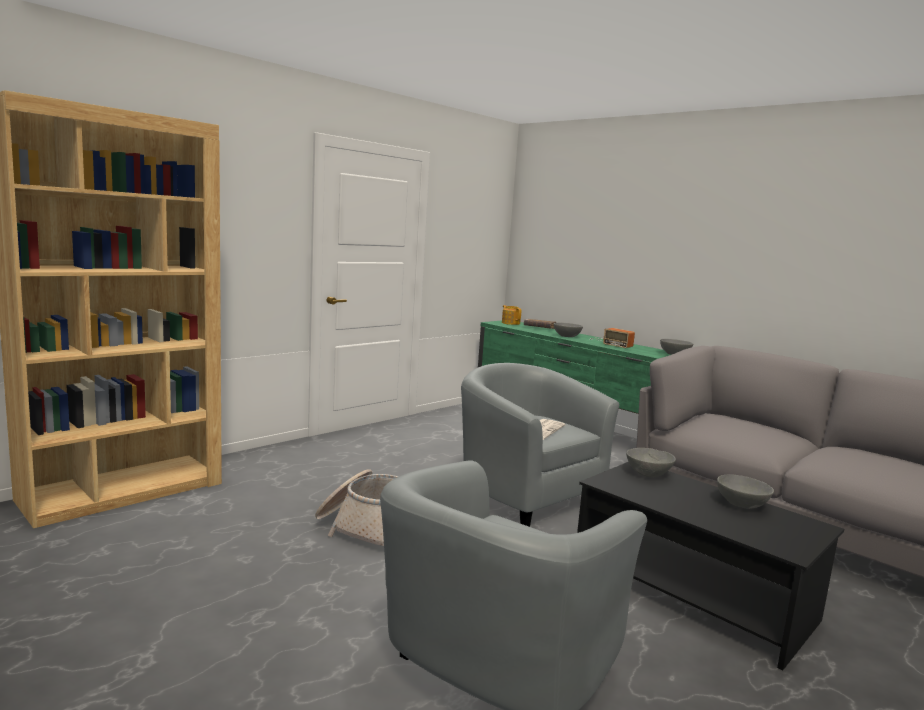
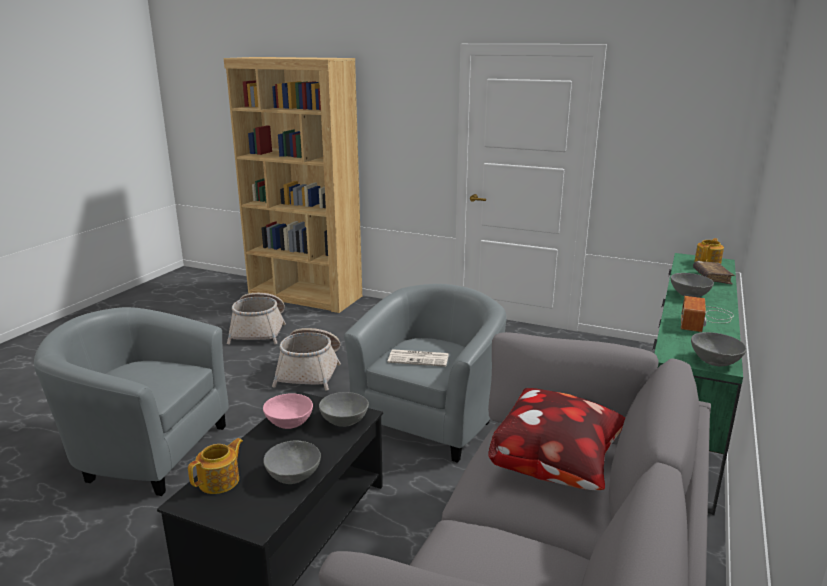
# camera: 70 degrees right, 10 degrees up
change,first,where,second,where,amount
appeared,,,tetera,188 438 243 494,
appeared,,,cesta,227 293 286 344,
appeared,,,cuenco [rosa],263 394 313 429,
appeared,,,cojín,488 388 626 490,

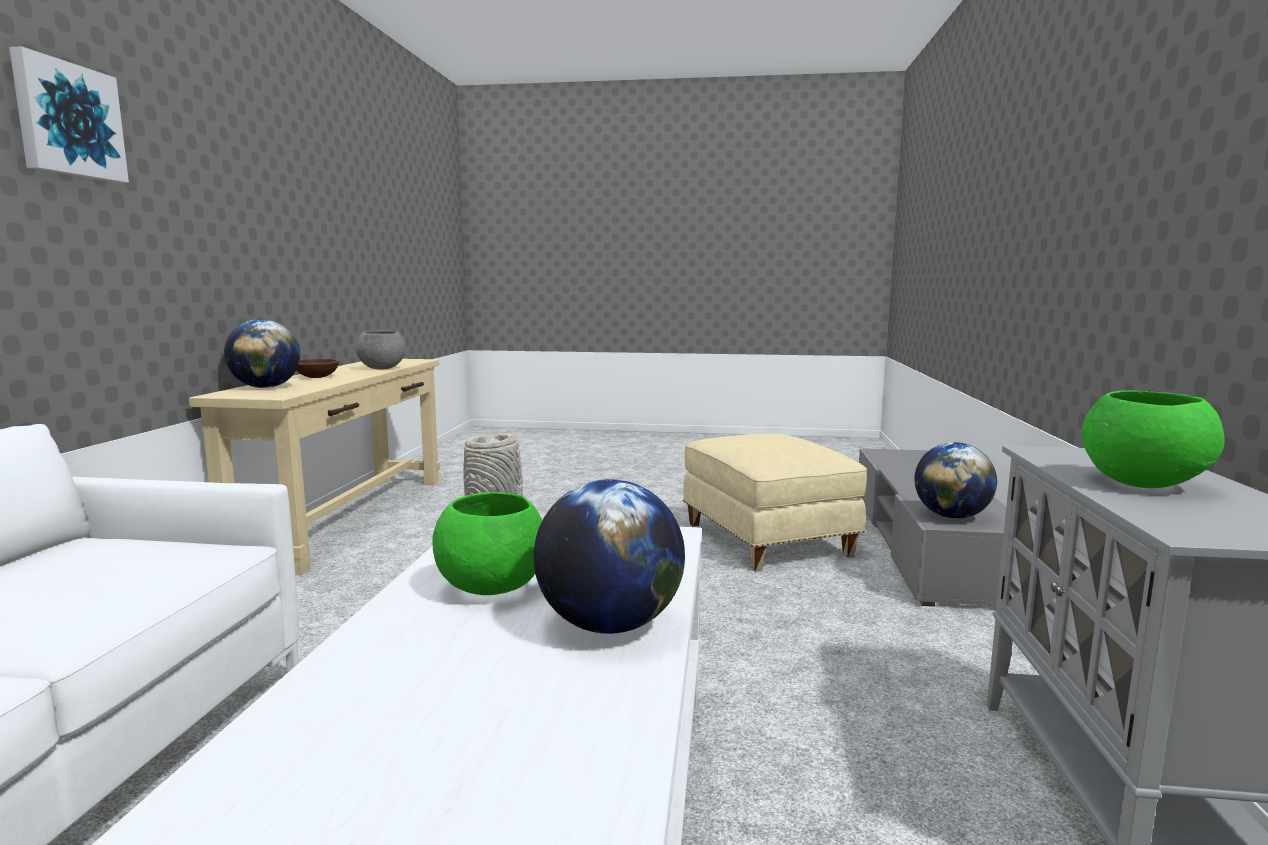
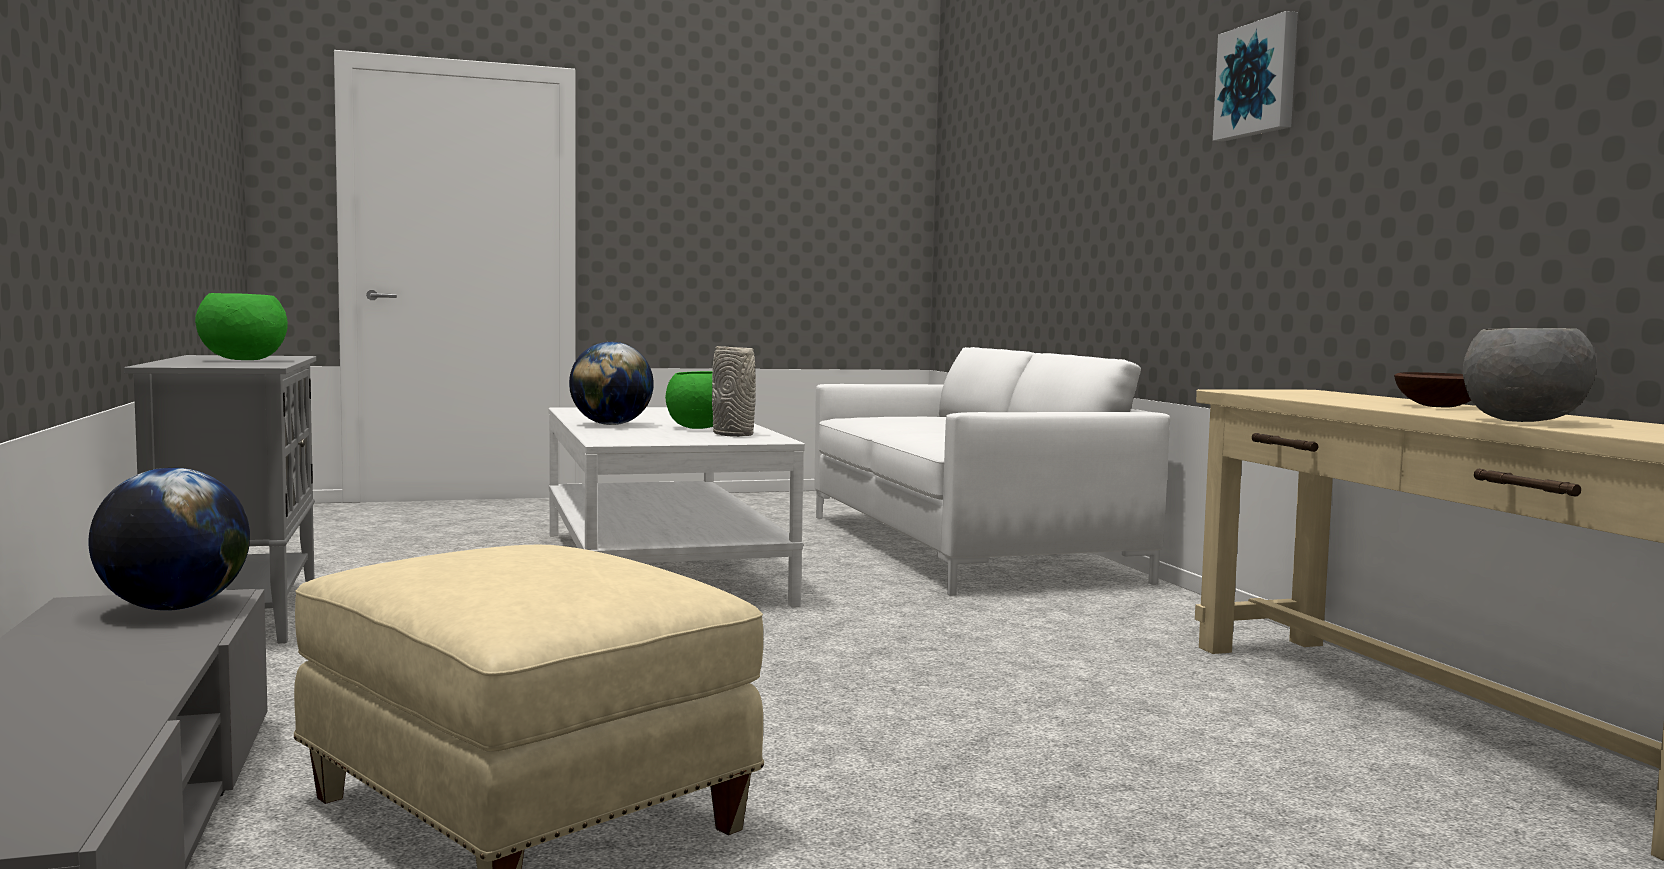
# camera: 155 degrees right, 5 degrees down
change,first,where,second,where,amount
missing,globo terráqueo,224 319 300 388,,,

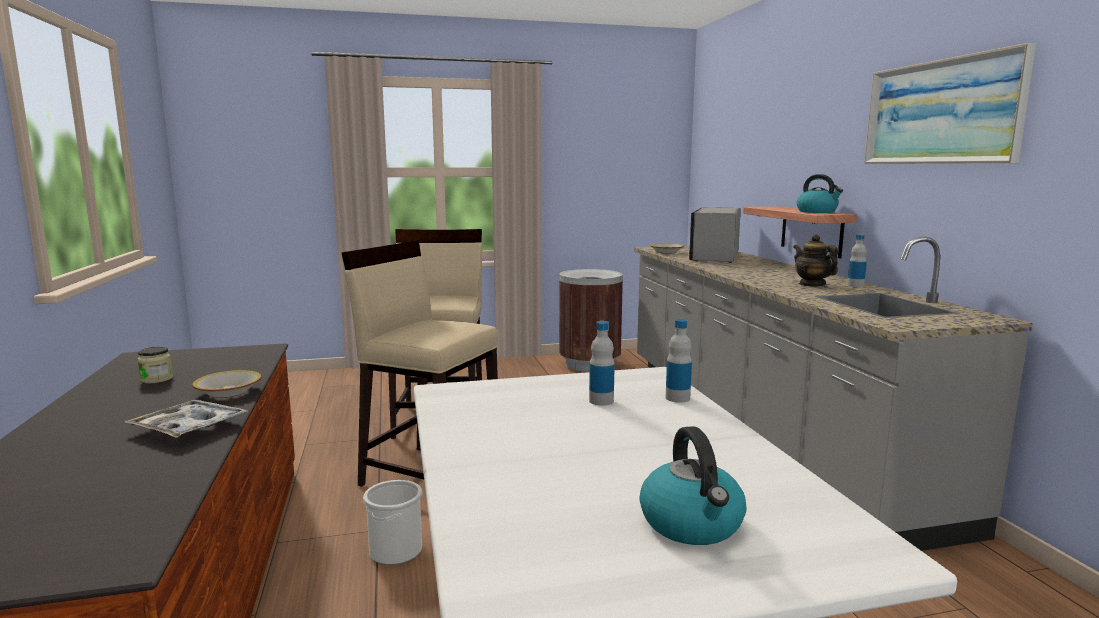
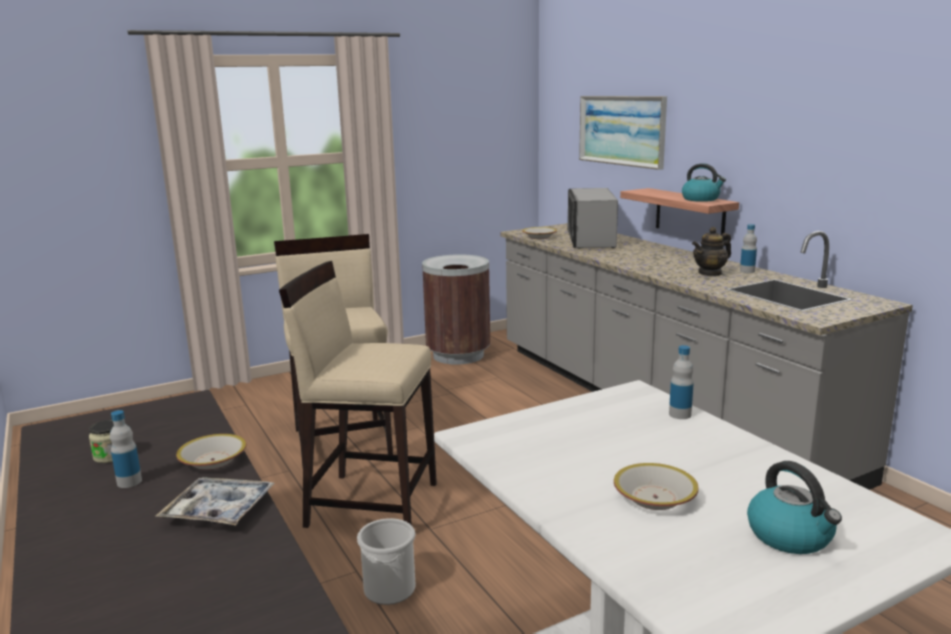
# camera: 15 degrees left, 5 degrees up
change,first,where,second,where,amount
relocated,botella,589 321 615 406,,110 410 142 488,
spun,tetera,793 234 838 286,,692 227 731 276,75 degrees counterclockwise
relocated,cuadro,864 43 1036 164,,579 96 667 170,
appeared,,,cuenco,614 463 699 510,

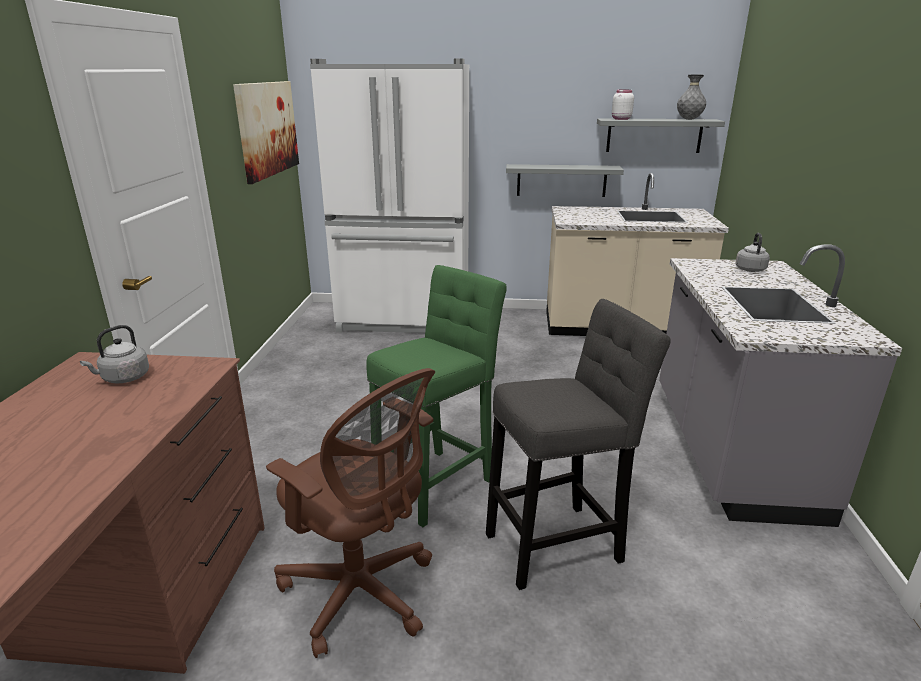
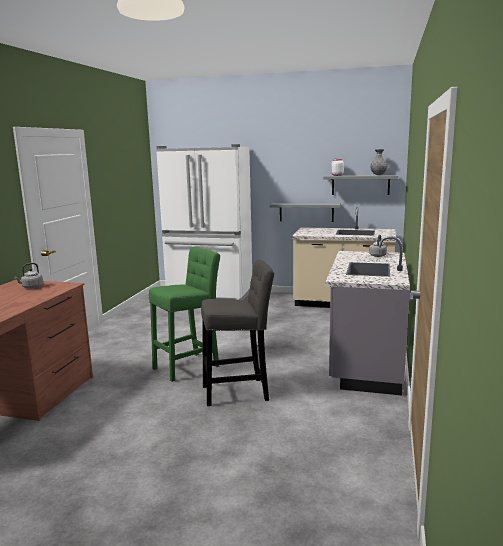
# camera: 10 degrees right, 10 degrees down
change,first,where,second,where,amount
missing,cuadro,233 81 299 184,,,
missing,silla de oficina [marrón],266 368 435 658,,,

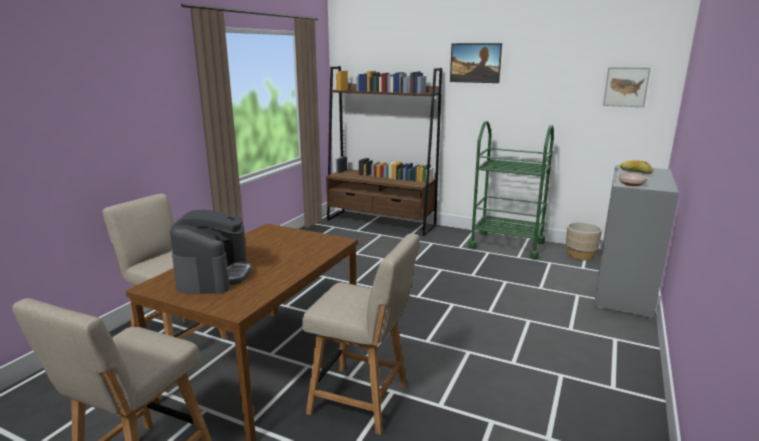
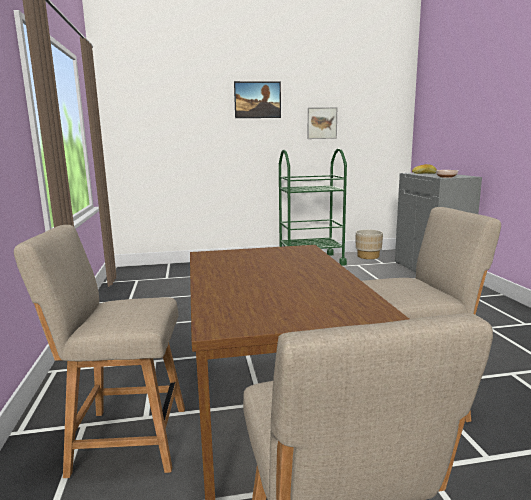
# camera: 35 degrees left, 5 degrees down
change,first,where,second,where,amount
missing,cafetera,170 210 252 294,,,
missing,estantería [marrón],326 66 442 236,,,
relocated,cuadro,603 67 651 107,,308 107 337 139,

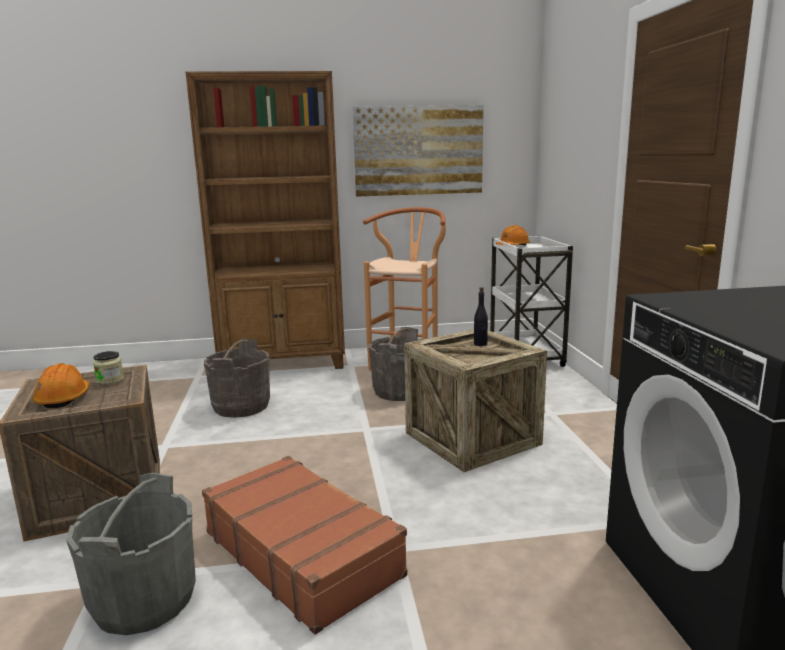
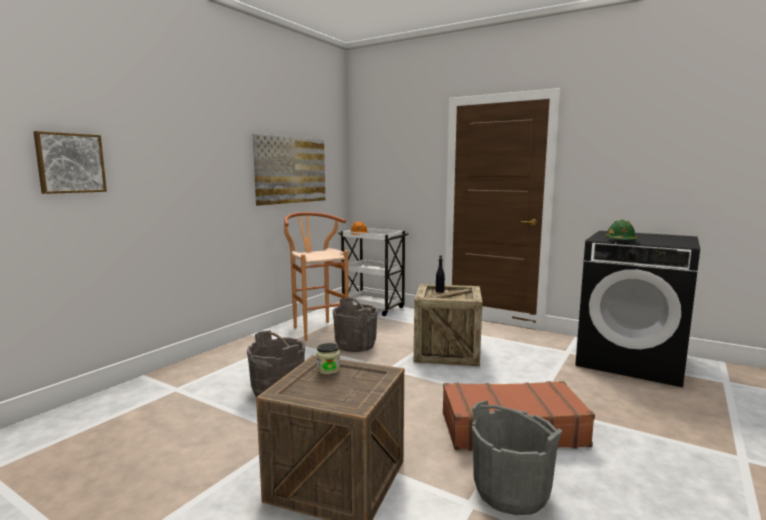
# camera: 50 degrees left, 5 degrees down
change,first,where,second,where,amount
missing,casco [naranja],32 363 89 408,,,
missing,estantería [marrón],186 71 345 369,,,
appeared,,,cuadro,34 131 107 194,
appeared,,,casco [verde],605 220 637 240,

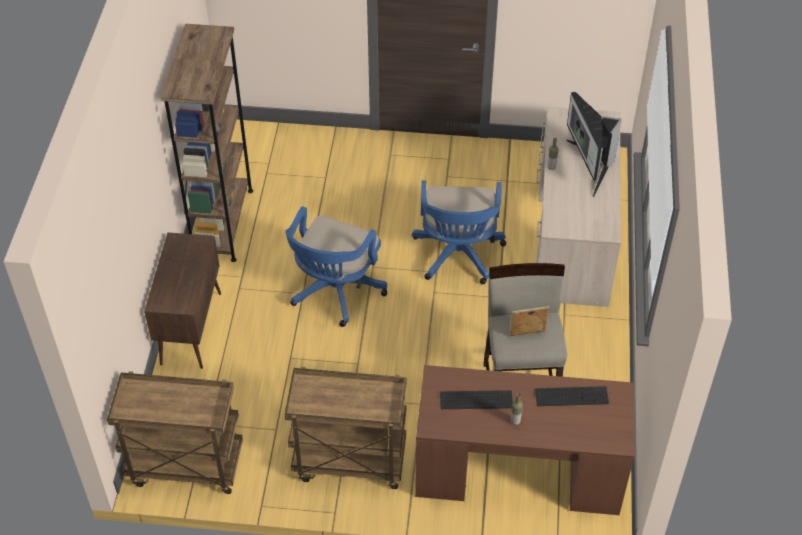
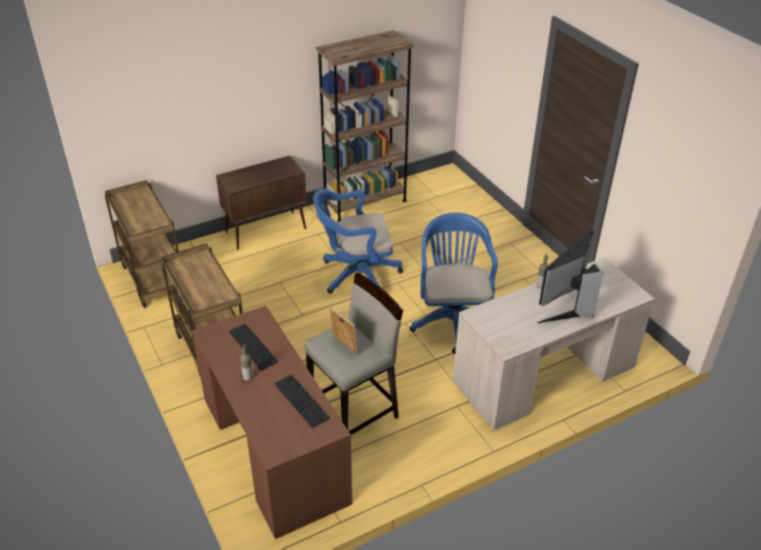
# camera: 55 degrees right, 10 degrees down
change,first,where,second,where,amount
spun,silla de oficina [azul],412 180 506 284,,410 213 498 354,120 degrees clockwise

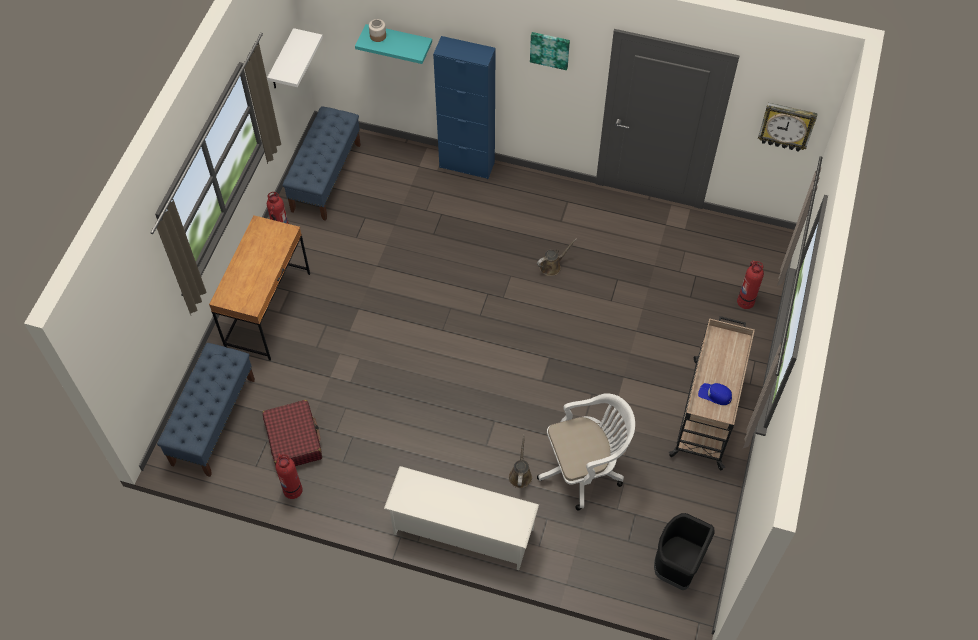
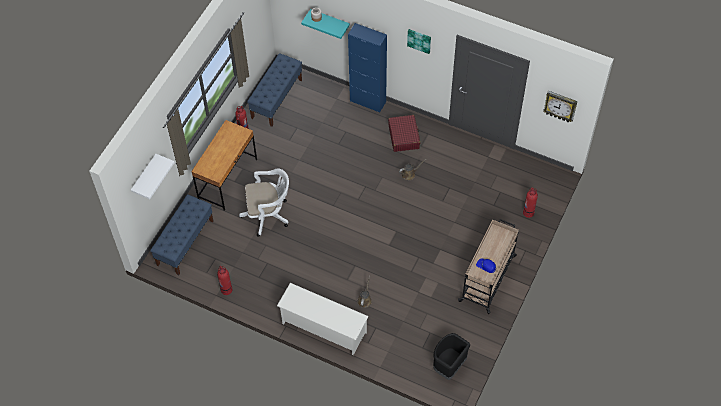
# camera: 10 degrees right, 0 degrees up
change,first,where,second,where,amount
relocated,maleta [rojo],262 400 322 466,,388 115 420 152,
relocated,estante [blanco],267 28 323 88,,131 154 175 199,
relocated,silla de oficina [blanco],537 393 635 511,,239 168 289 237,

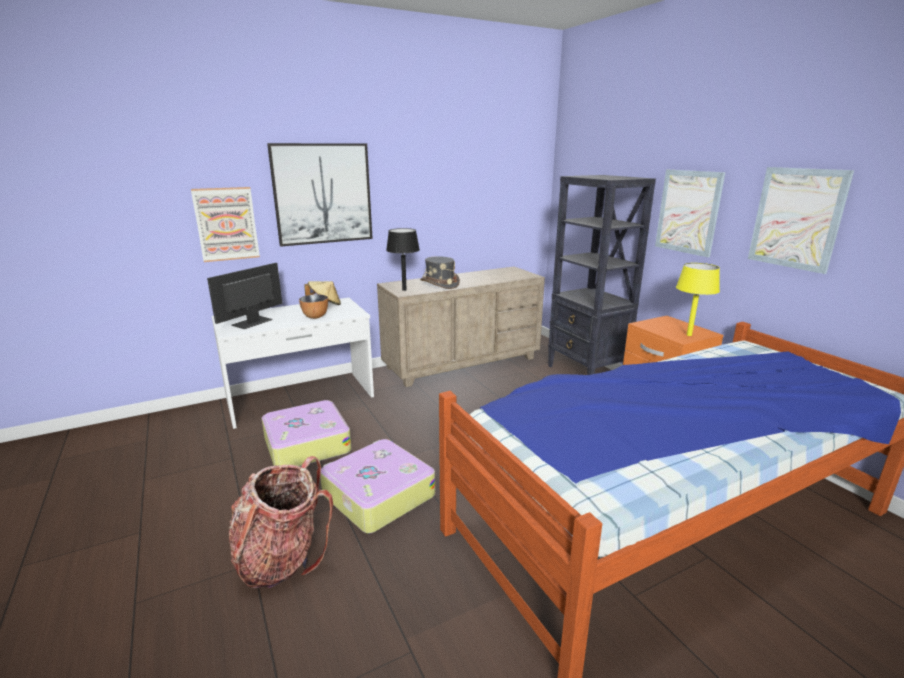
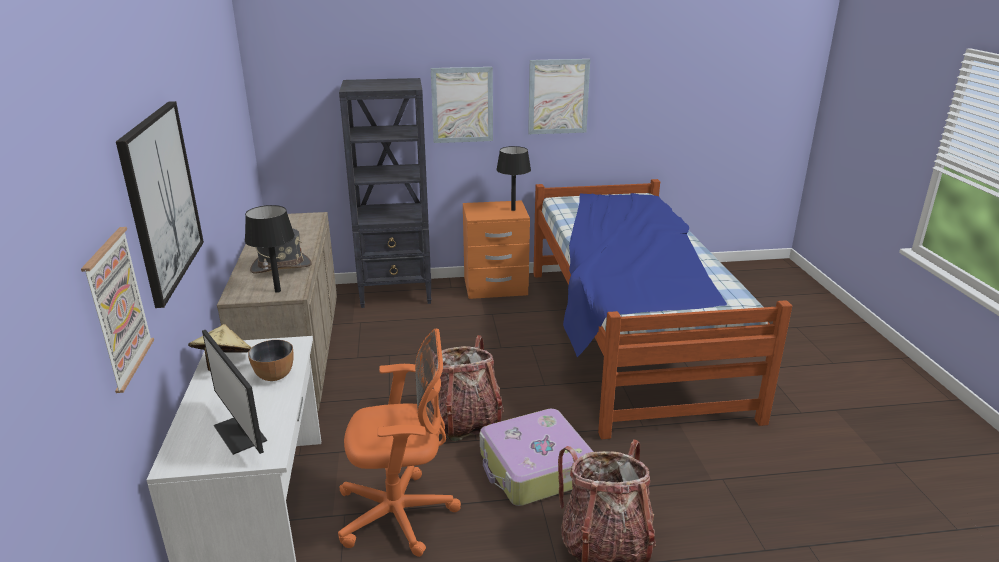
# camera: 70 degrees left, 5 degrees up
change,first,where,second,where,amount
exchanged,maleta,262 400 351 467,silla de oficina [naranja],338 329 461 557,
colour,lámpara de mesa [amarillo],676 263 720 336,lámpara de mesa [negro],496 146 531 211,
appeared,,,mochila,423 335 504 441,

